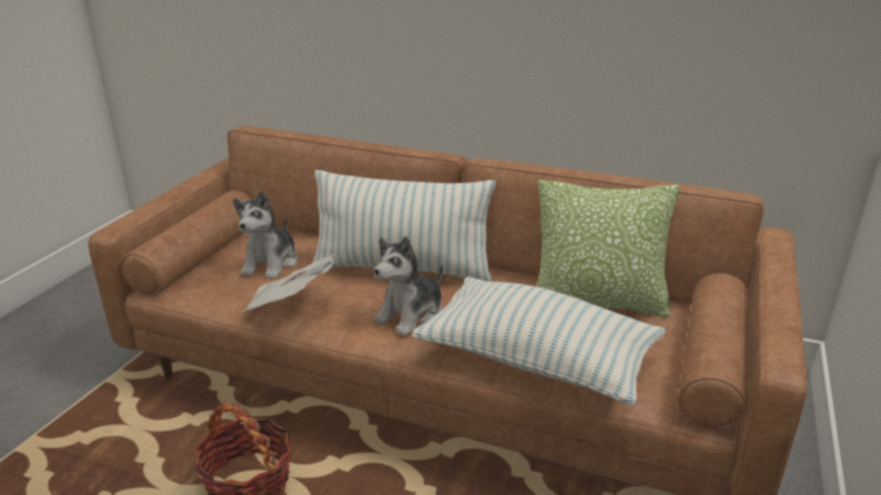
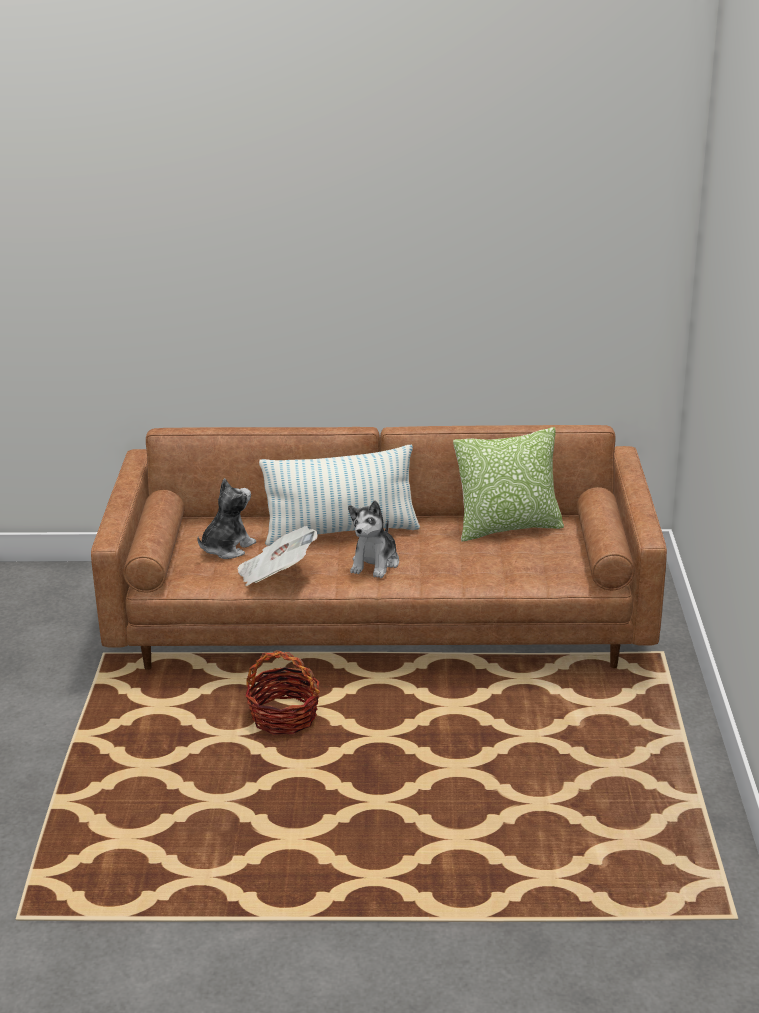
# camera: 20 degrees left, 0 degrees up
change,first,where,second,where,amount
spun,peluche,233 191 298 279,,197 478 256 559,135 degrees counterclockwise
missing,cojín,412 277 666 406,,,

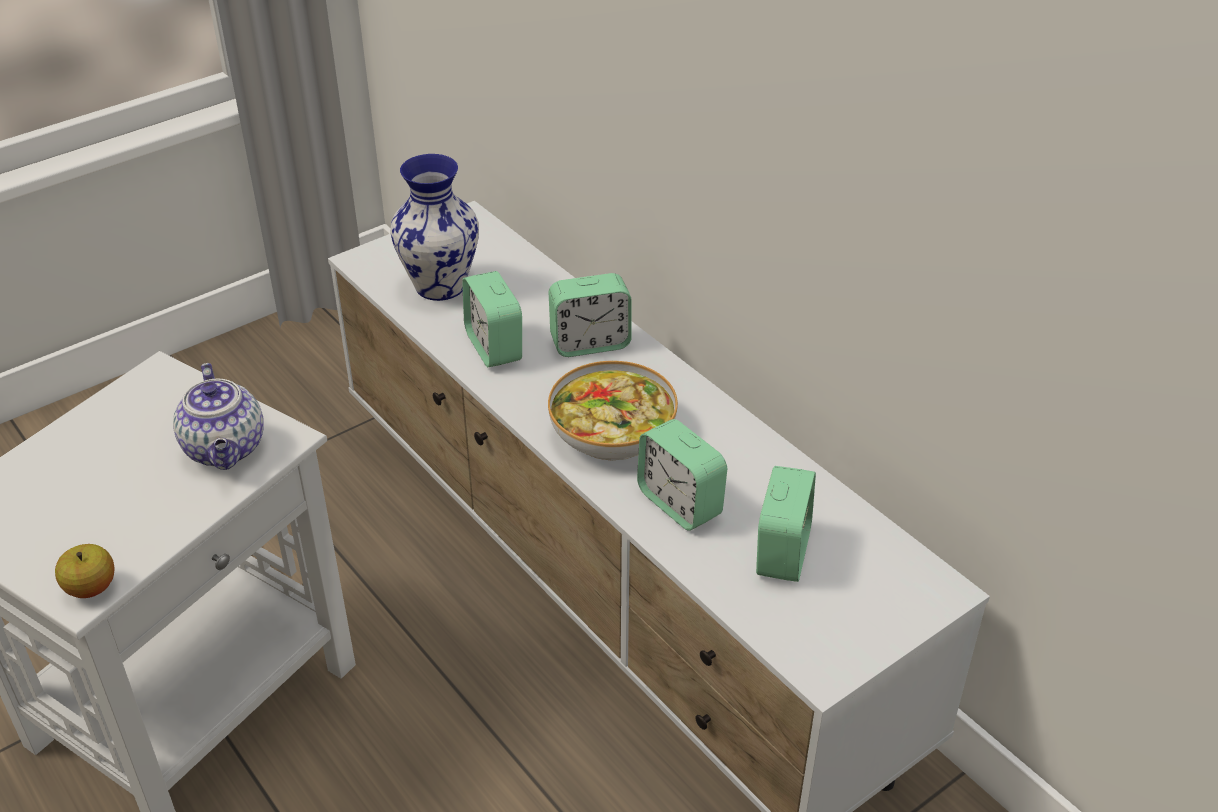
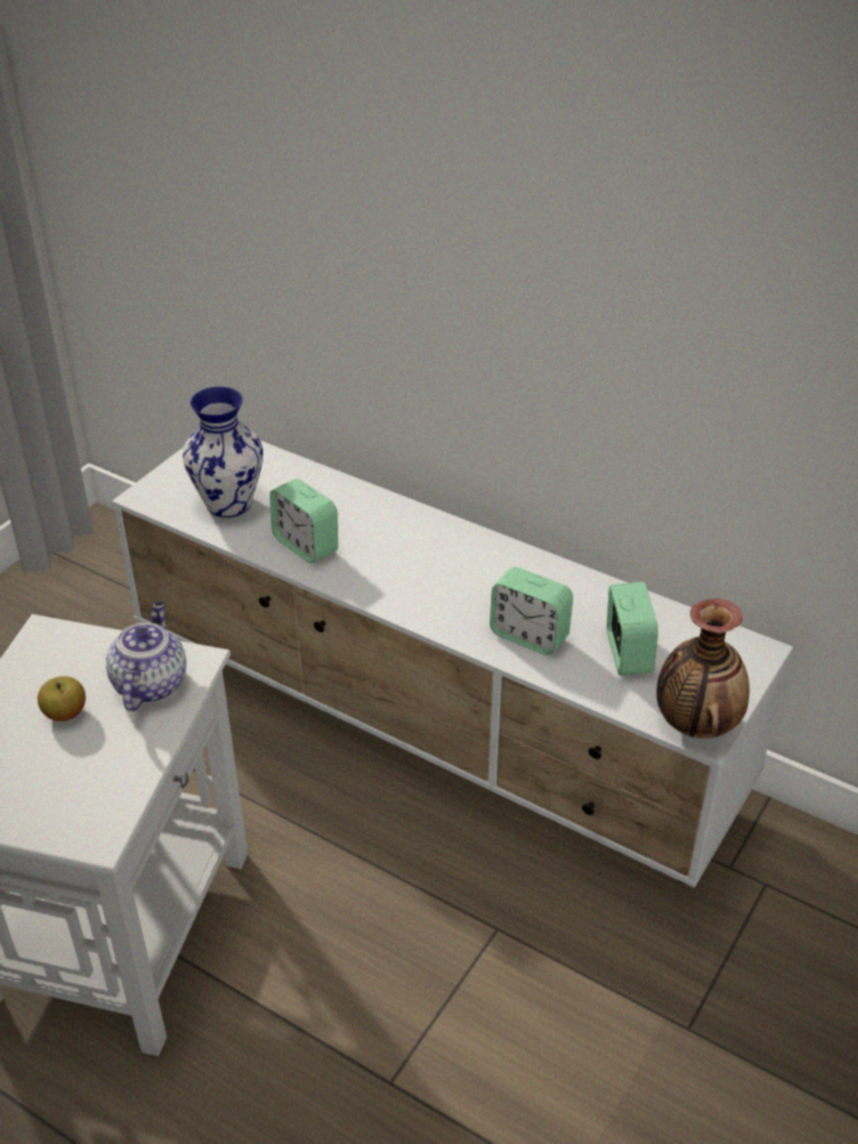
# camera: 20 degrees left, 0 degrees up
change,first,where,second,where,amount
relocated,manzana,55 544 115 598,,38 676 86 721,
spun,tetera,173 363 264 470,,106 601 186 711,135 degrees counterclockwise
missing,cuenco,548 361 678 461,,,
missing,despertador,549 273 632 357,,,
appeared,,,florero,656 598 749 739,

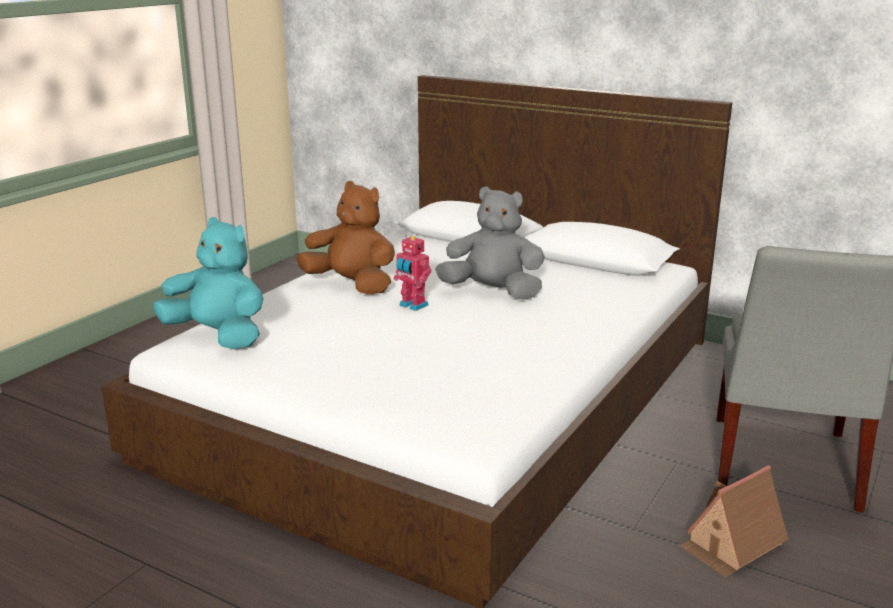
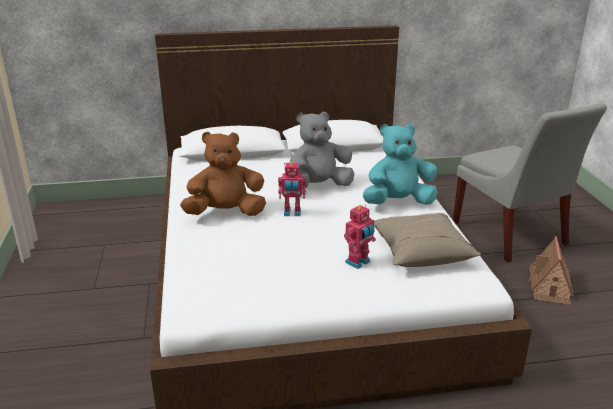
# camera: 40 degrees left, 5 degrees up
change,first,where,second,where,amount
relocated,peluche [turquesa],153 217 263 349,,363 124 438 205,
appeared,,,robot de juguete,344 204 376 269,
appeared,,,cojín [beis],374 213 481 267,

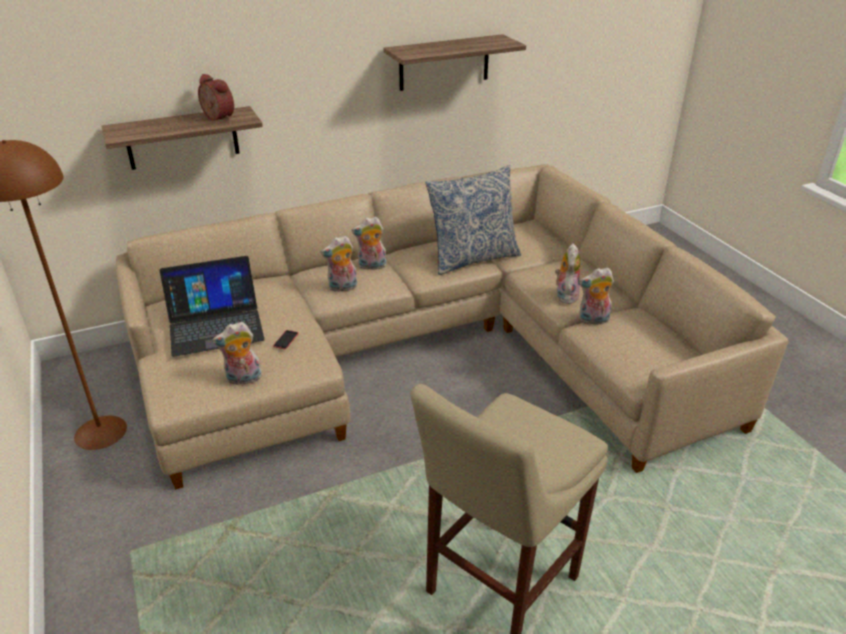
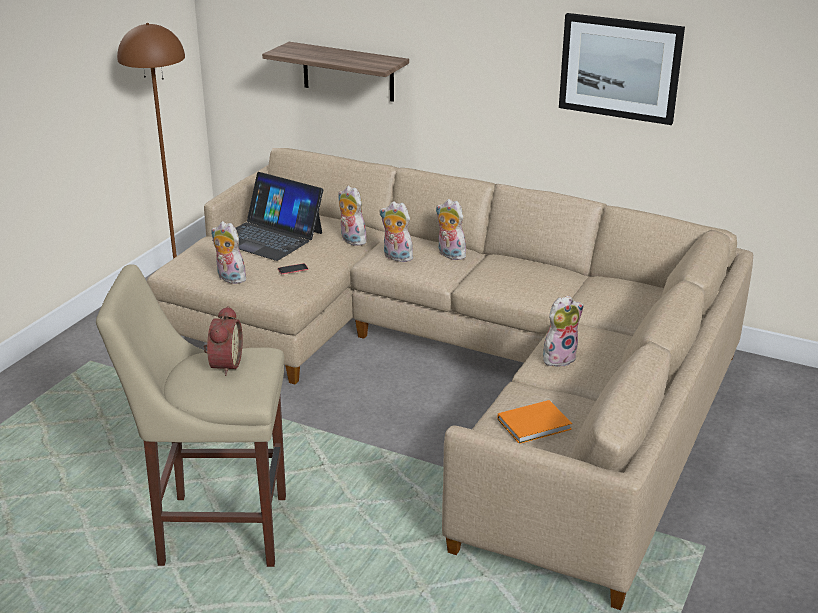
# camera: 50 degrees right, 5 degrees down
change,first,where,second,where,amount
relocated,despertador,198 74 234 121,,204 306 243 376,
exchanged,estante,383 34 526 91,cuadro,559 13 685 125,
missing,cojín,425 165 521 275,,,
relocated,peluche,579 267 614 325,,338 186 367 246,
appeared,,,libro [naranja],498 400 572 443,

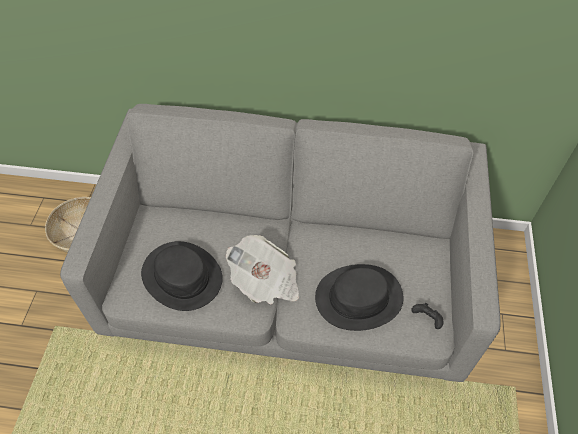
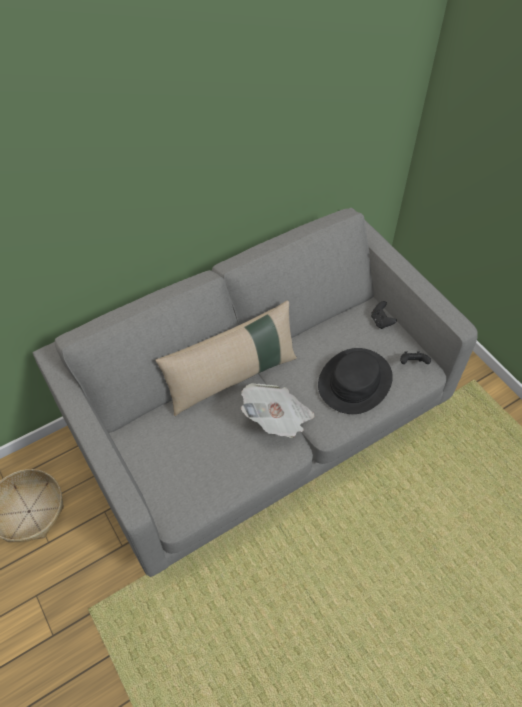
# camera: 40 degrees left, 0 degrees up
change,first,where,second,where,amount
missing,sombrero [negro],141 241 223 311,,,
appeared,,,cojín [beis],155 301 297 416,
appeared,,,mando de consola [negro],371 301 397 329,

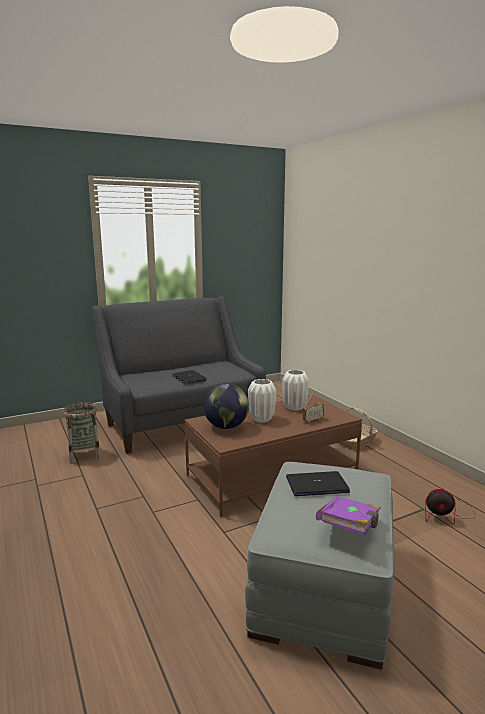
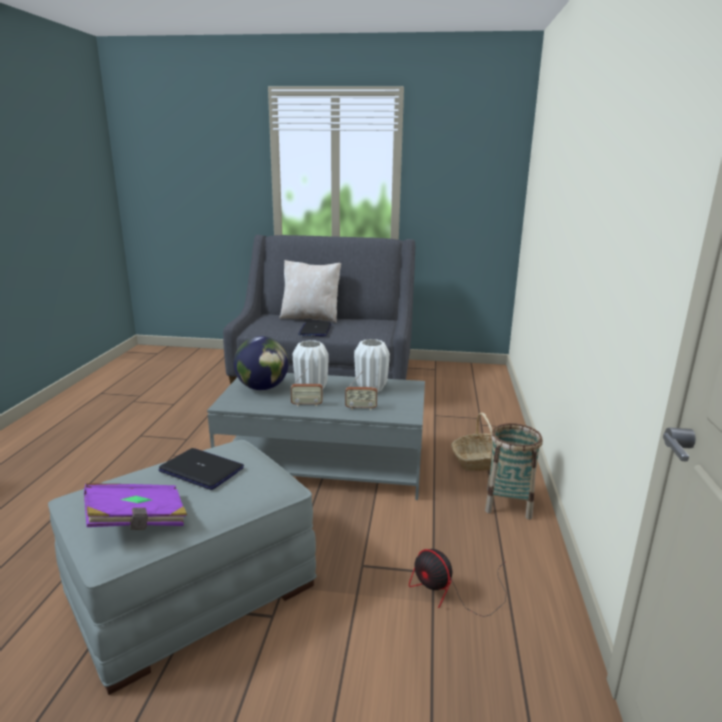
# camera: 35 degrees right, 5 degrees up
change,first,where,second,where,amount
relocated,cesta,63 402 101 464,,485 423 543 520,
colour,mesa de centro [marrón],184 395 362 517,mesa de centro [gris],207 373 425 500,
appeared,,,cojín [beis],279 260 341 323,
appeared,,,radio,291 368 323 407,

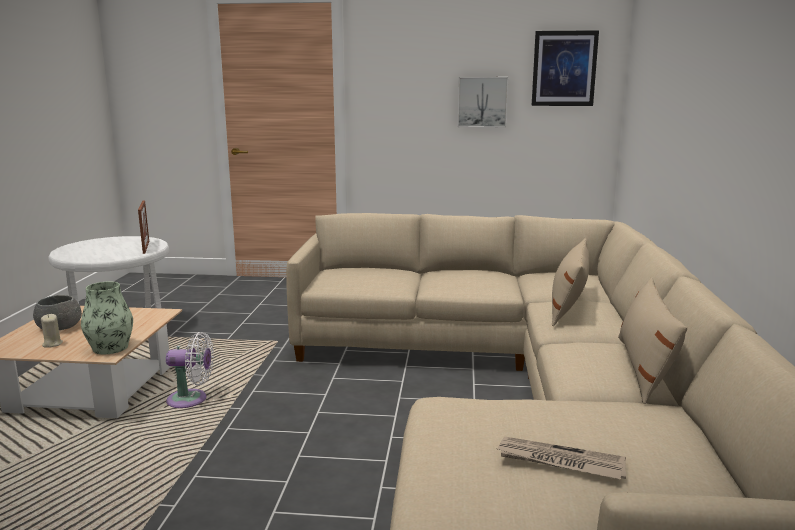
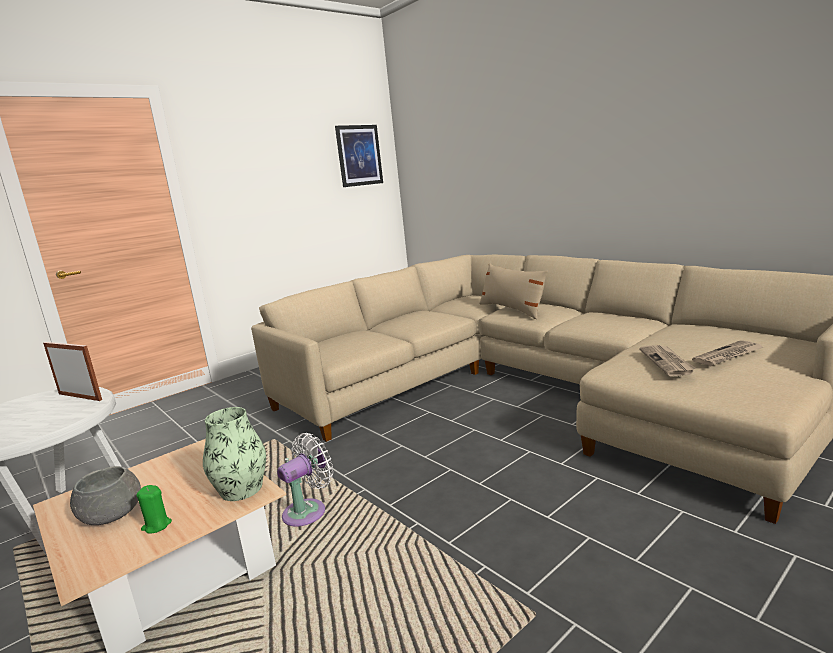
# camera: 45 degrees left, 0 degrees up
change,first,where,second,where,amount
colour,vela [beis],41 314 63 348,vela [verde],137 485 172 533,
missing,cuadro,457 77 508 127,,,
missing,cojín [beis],618 277 687 404,,,
appeared,,,periódico,639 345 696 376,

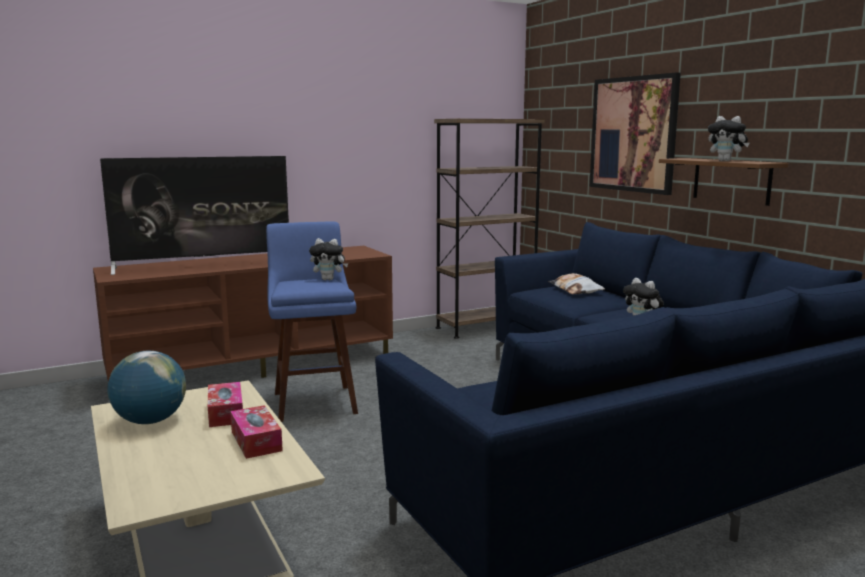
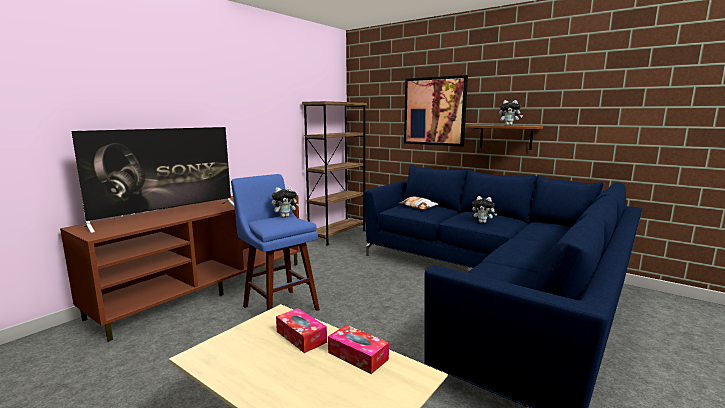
# camera: 25 degrees left, 0 degrees up
change,first,where,second,where,amount
missing,globo terráqueo,107 351 186 424,,,

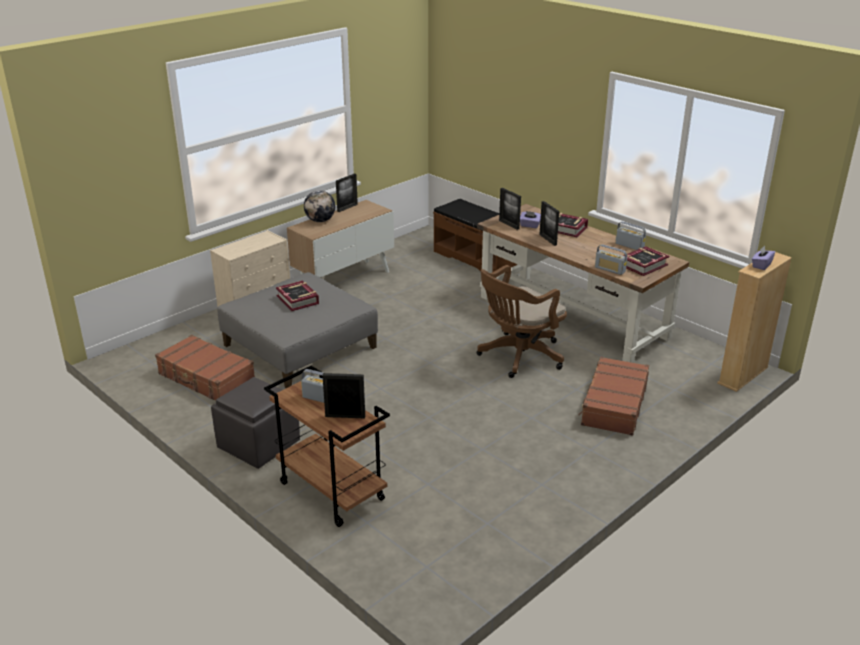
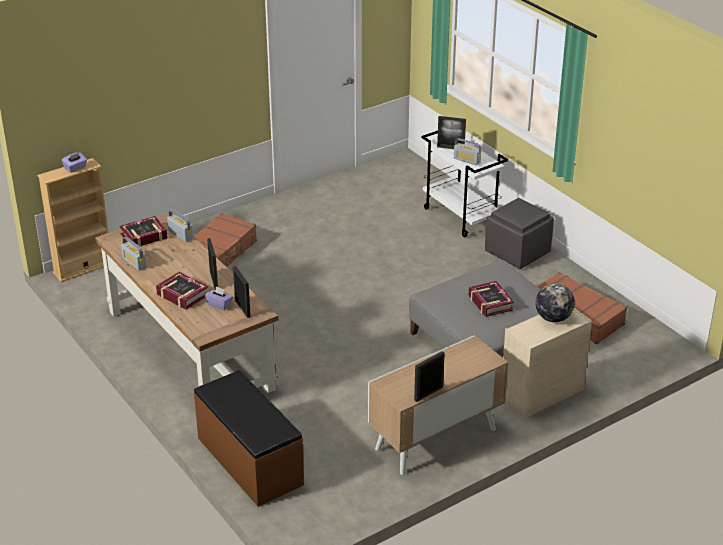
# camera: 170 degrees left, 5 degrees up
change,first,where,second,where,amount
colour,carrito [marrón],264 366 390 527,carrito [blanco],421 131 508 237,
relocated,globo terráqueo,304 190 336 222,,535 283 575 322,
missing,silla de oficina [marrón],477 265 567 378,,,

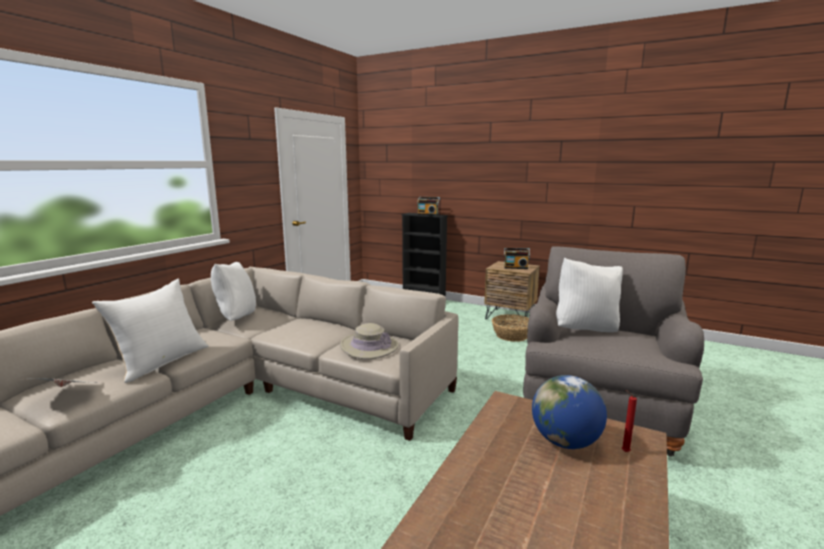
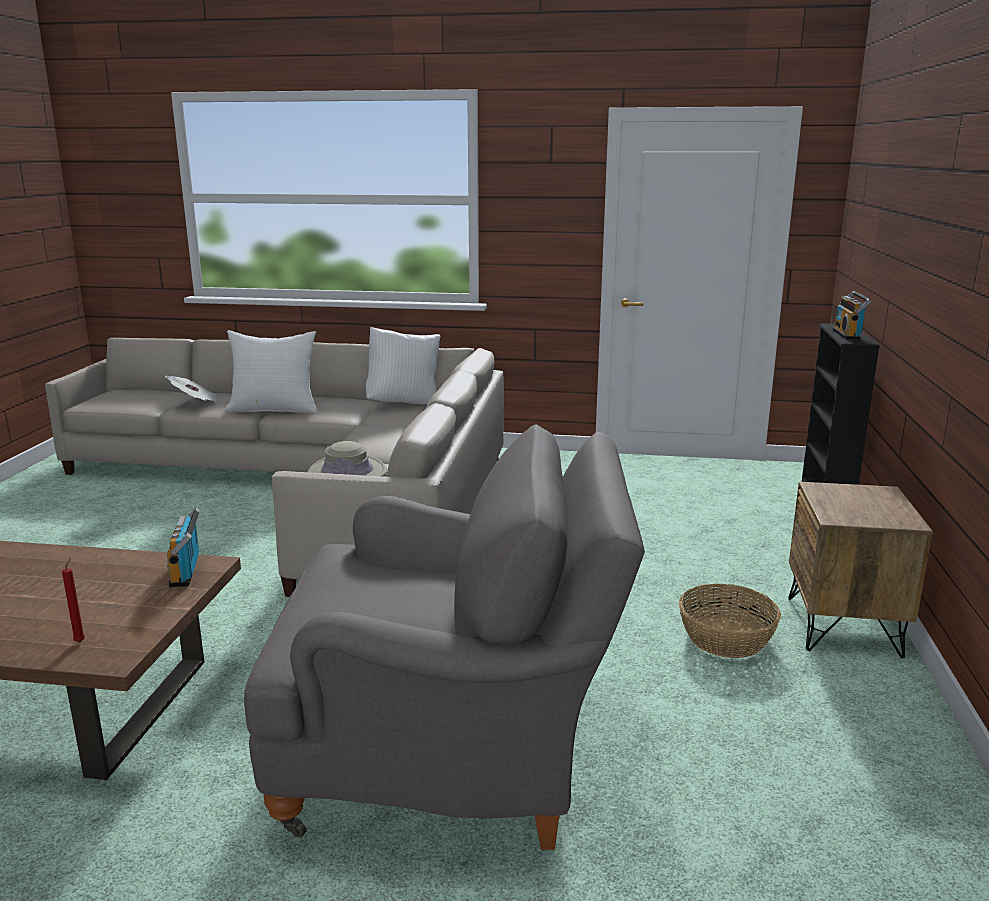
# camera: 70 degrees right, 5 degrees up
change,first,where,second,where,amount
relocated,radio,504 248 530 269,,167 508 200 588,
missing,globo terráqueo,532 375 607 449,,,
missing,cojín [blanco],556 258 623 332,,,

